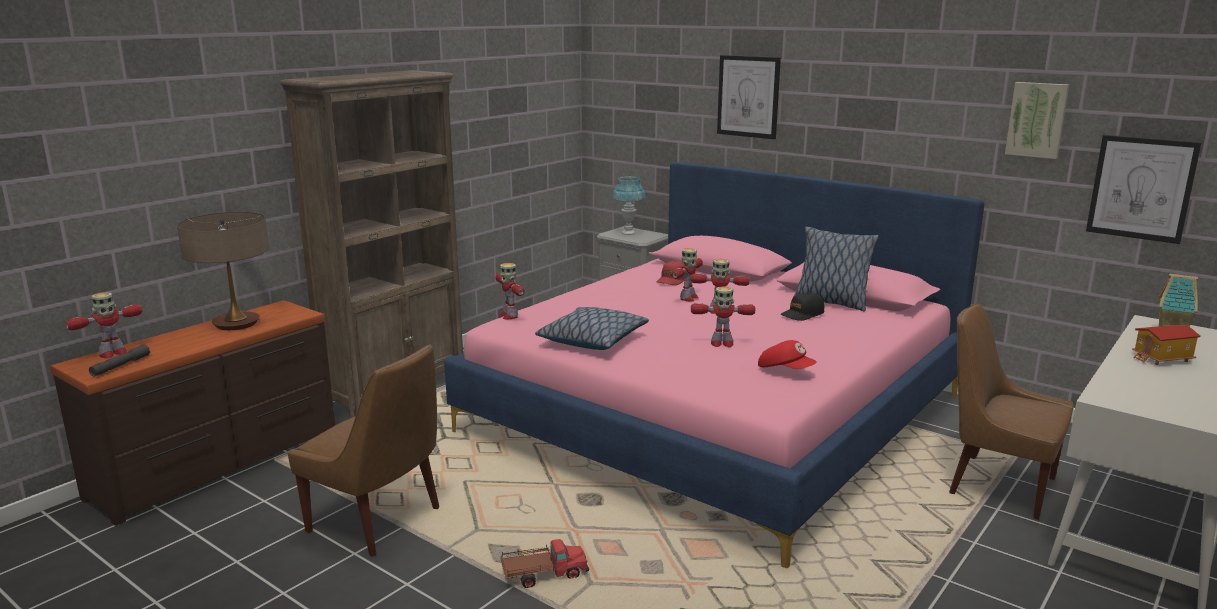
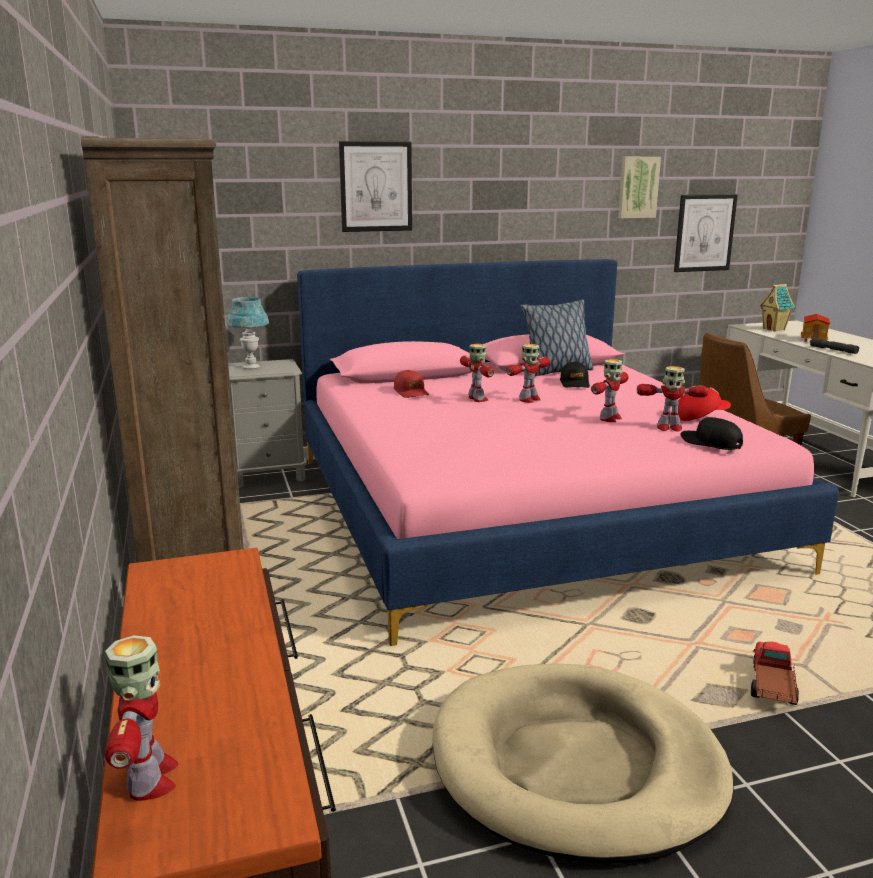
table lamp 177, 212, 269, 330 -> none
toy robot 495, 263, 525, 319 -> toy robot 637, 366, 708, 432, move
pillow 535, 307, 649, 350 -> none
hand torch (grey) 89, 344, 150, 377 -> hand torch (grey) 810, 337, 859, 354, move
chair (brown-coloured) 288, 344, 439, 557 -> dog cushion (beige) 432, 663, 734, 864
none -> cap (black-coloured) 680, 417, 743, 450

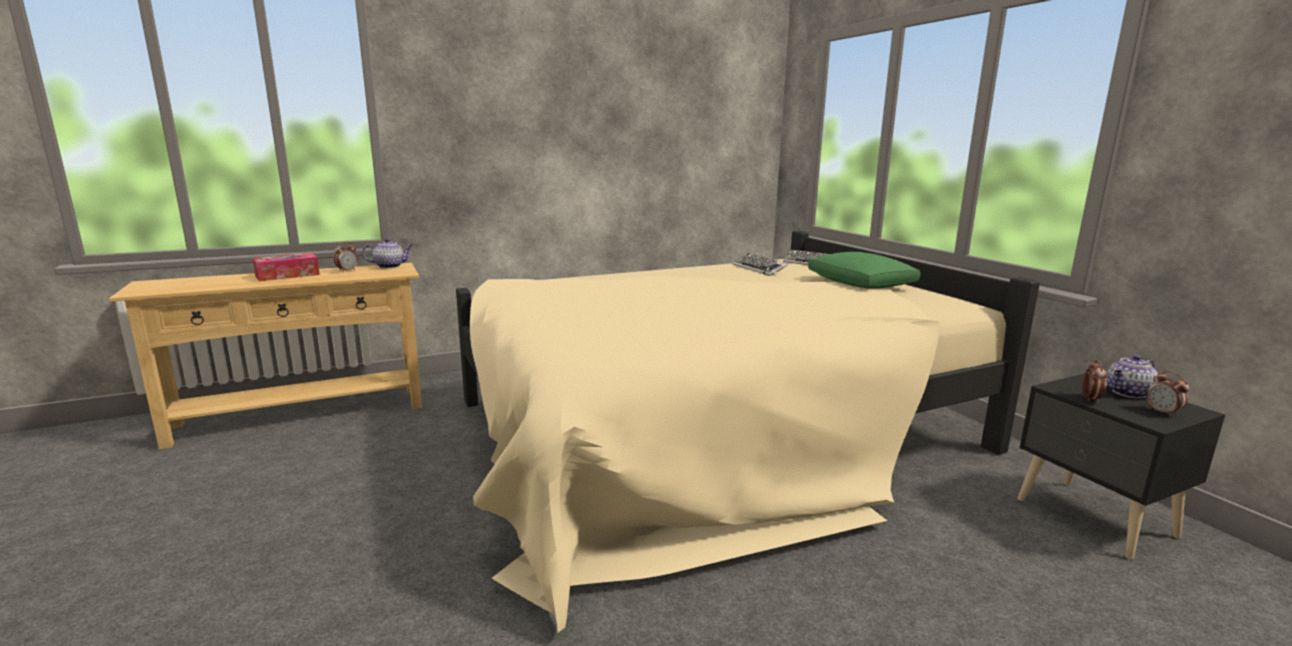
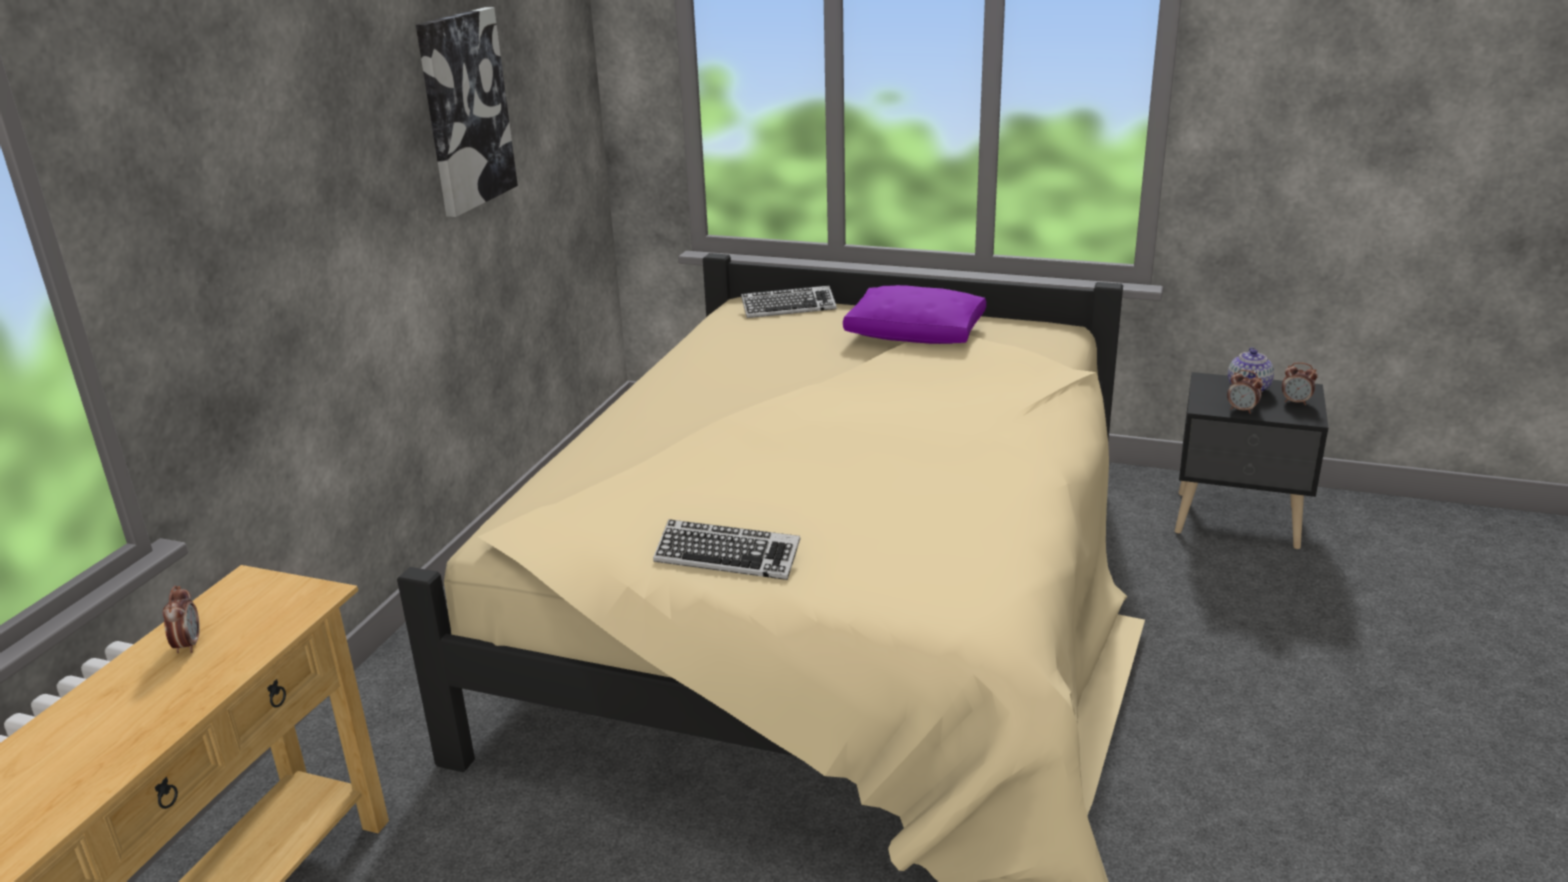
teapot 362, 238, 413, 268 -> none
pillow (green-coloured) 808, 252, 920, 289 -> pillow (purple-coloured) 843, 285, 986, 344
box of tissues 252, 253, 320, 281 -> none
computer keyboard 733, 253, 788, 276 -> computer keyboard 653, 519, 801, 580, move
table clock 1082, 360, 1107, 403 -> table clock 1227, 370, 1263, 414, 150 degrees clockwise
none -> picture 416, 7, 518, 217

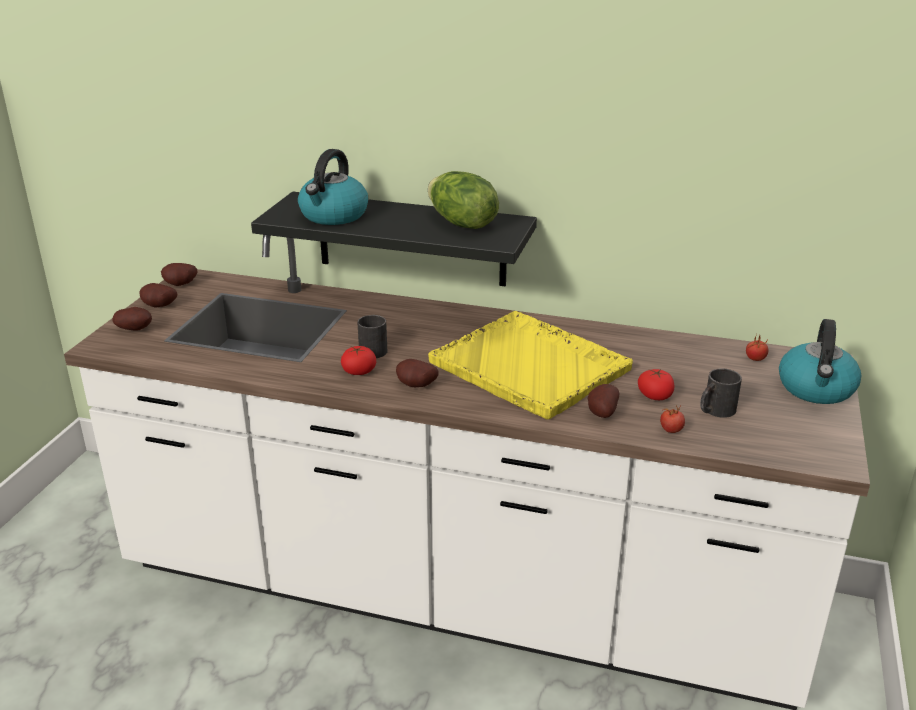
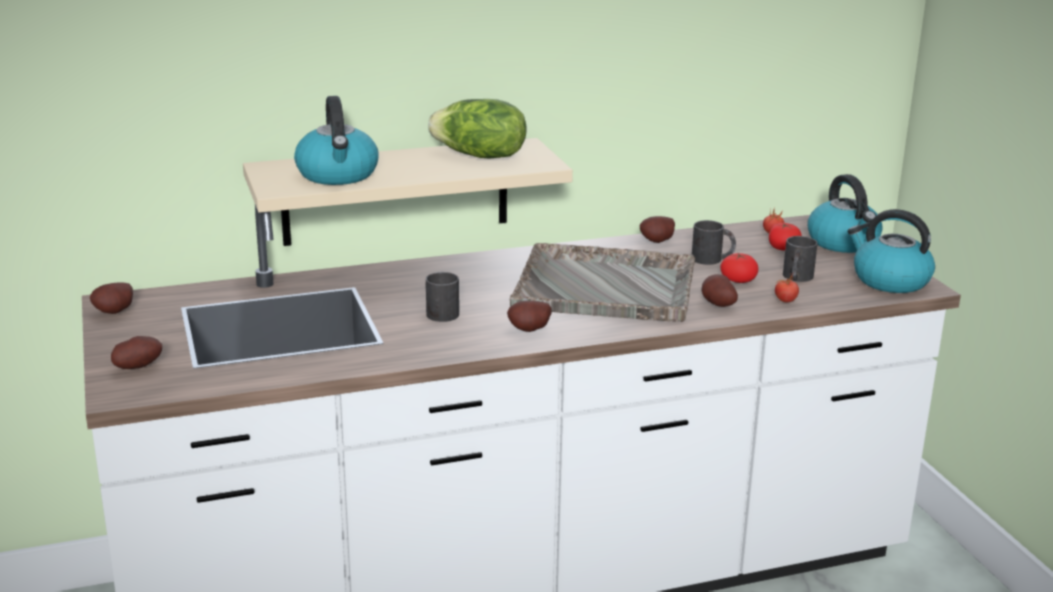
wall shelf (black-coloured) 251, 192, 537, 286 -> wall shelf (beige) 243, 138, 573, 246
potato 139, 283, 177, 308 -> potato 640, 216, 675, 243, move
serving tray (yellow) 428, 311, 633, 420 -> serving tray (grey) 510, 243, 695, 322
whole tomato 341, 346, 376, 375 -> whole tomato 769, 222, 802, 250, move
none -> kettle 848, 209, 935, 293
none -> mug (black-coloured) 692, 220, 736, 265

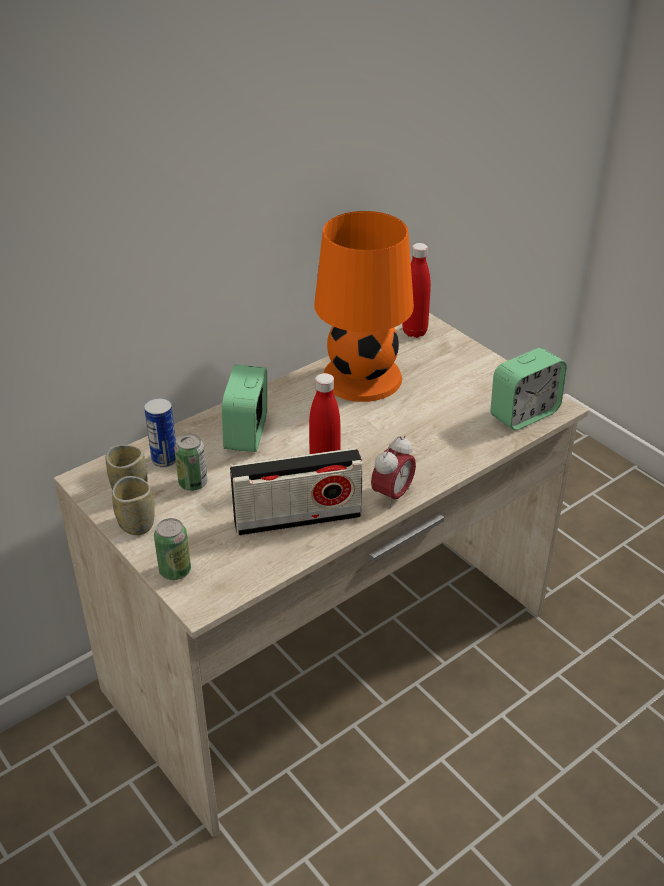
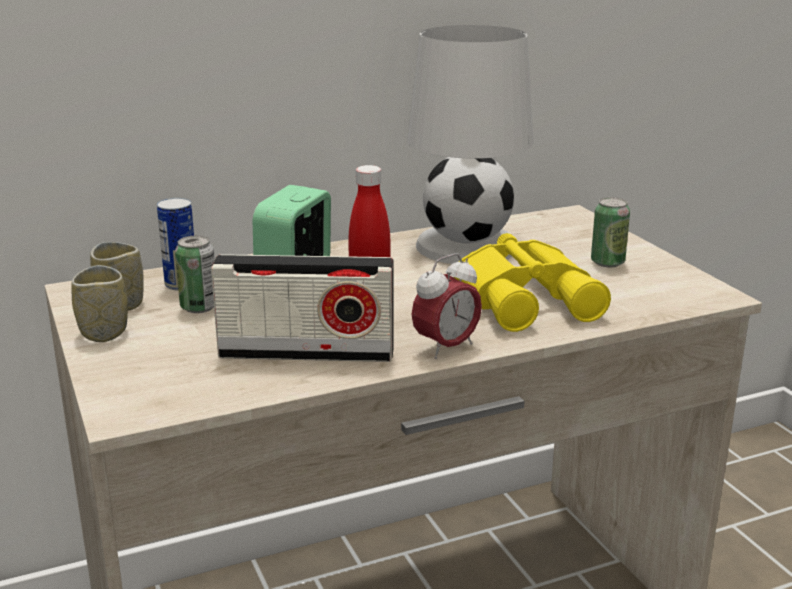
table lamp (orange-coloured) 314, 211, 414, 402 -> table lamp (whitish) 407, 25, 534, 264
beverage bottle (red-coloured) 402, 243, 431, 338 -> none
table clock 490, 348, 567, 430 -> none
can 154, 518, 191, 580 -> can 591, 197, 630, 267, move
none -> binoculars (yellow) 454, 233, 611, 332

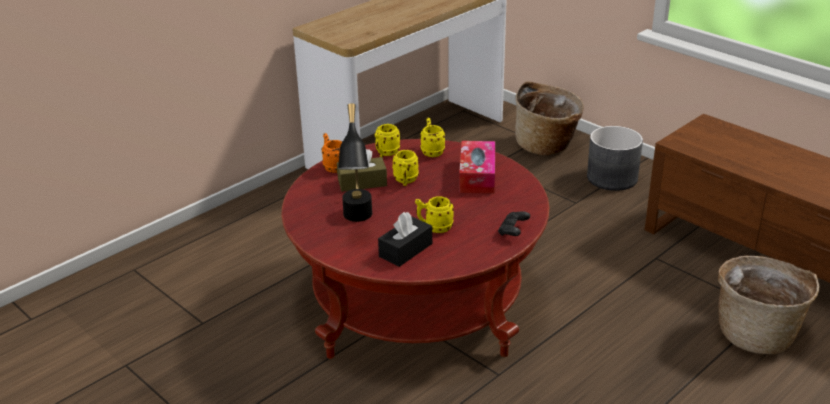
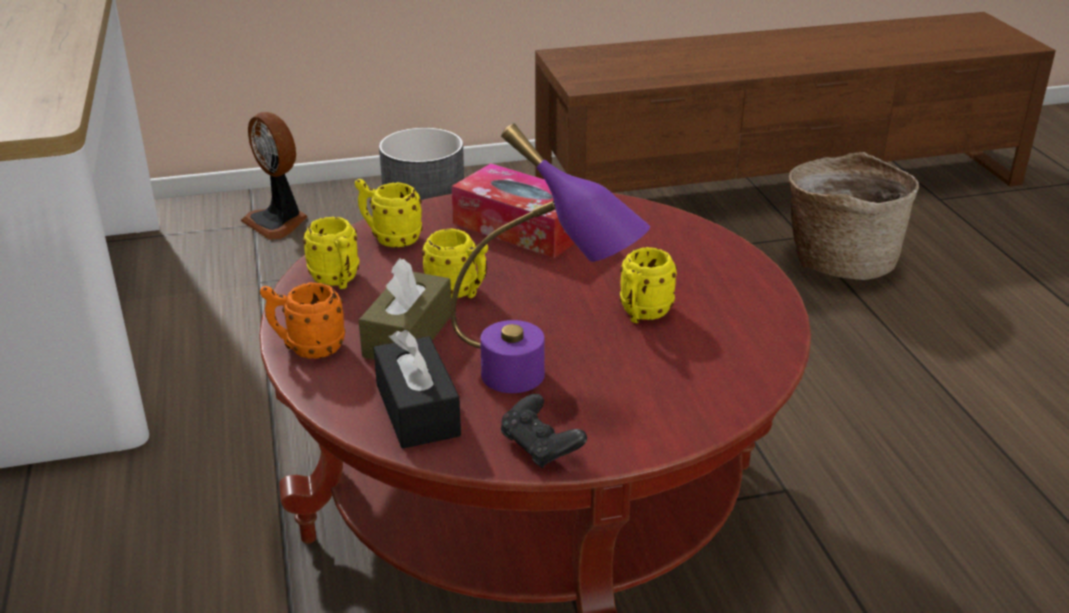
storage basket 515, 81, 584, 155 -> fan 241, 112, 308, 240
table lamp (black-coloured) 338, 103, 372, 222 -> table lamp (purple-coloured) 450, 123, 650, 393
gamepad (black-coloured) 498, 211, 530, 236 -> gamepad (black-coloured) 501, 394, 587, 468, move
box of tissues (black-coloured) 378, 212, 432, 267 -> box of tissues (black-coloured) 373, 330, 461, 448, move

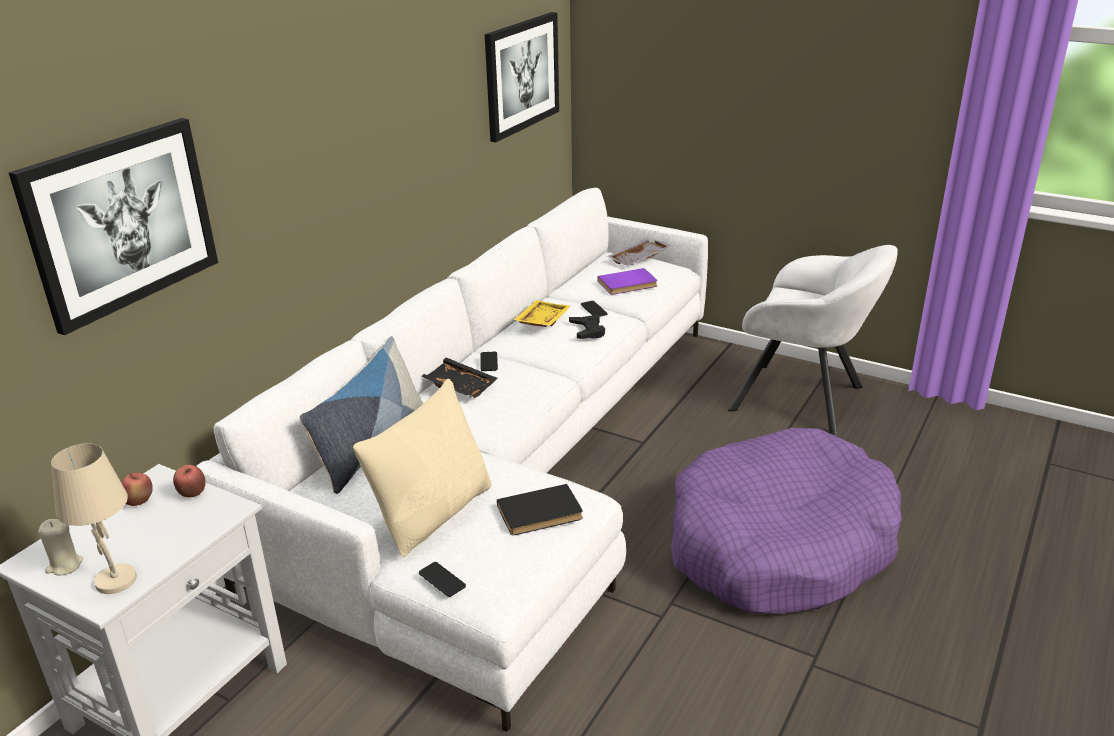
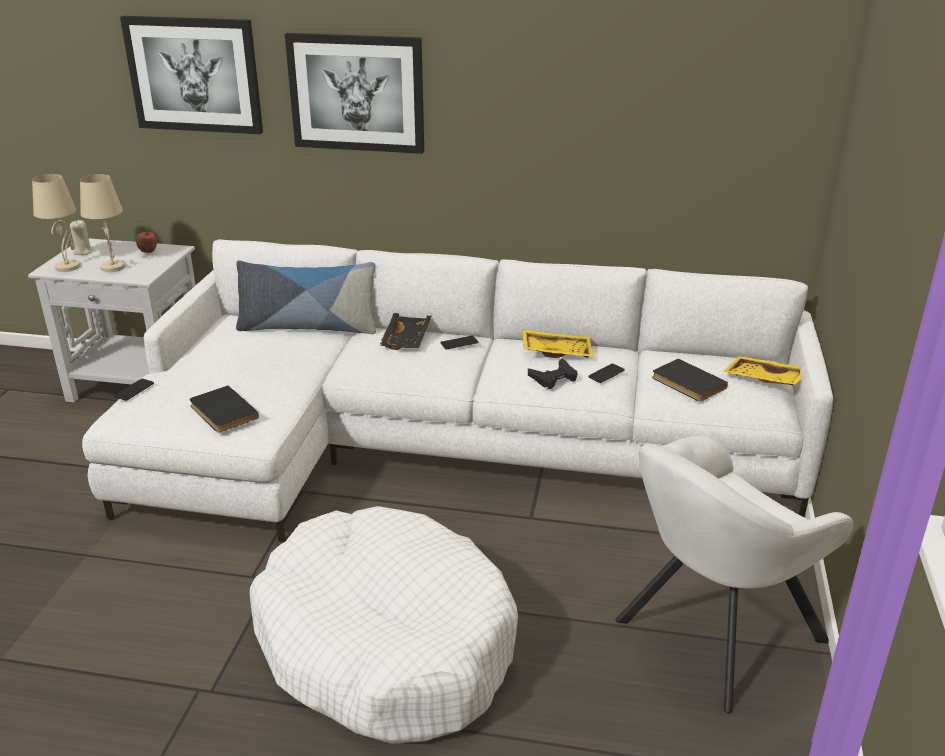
picture 485, 12, 559, 142 -> picture 285, 33, 424, 154, move
serving tray (grey) 607, 239, 672, 266 -> serving tray (yellow) 723, 356, 802, 385
armchair (whitish) 728, 245, 898, 437 -> armchair (whitish) 616, 436, 853, 713, 45 degrees clockwise
book (purple-coloured) 598, 268, 657, 295 -> book (black-coloured) 652, 359, 728, 402
pillow (beige) 353, 379, 492, 557 -> none
dog cushion (purple-coloured) 671, 428, 902, 614 -> dog cushion (whitish) 250, 506, 518, 744
whole apple 173, 465, 206, 497 -> none
none -> table lamp (beige) 80, 174, 126, 272

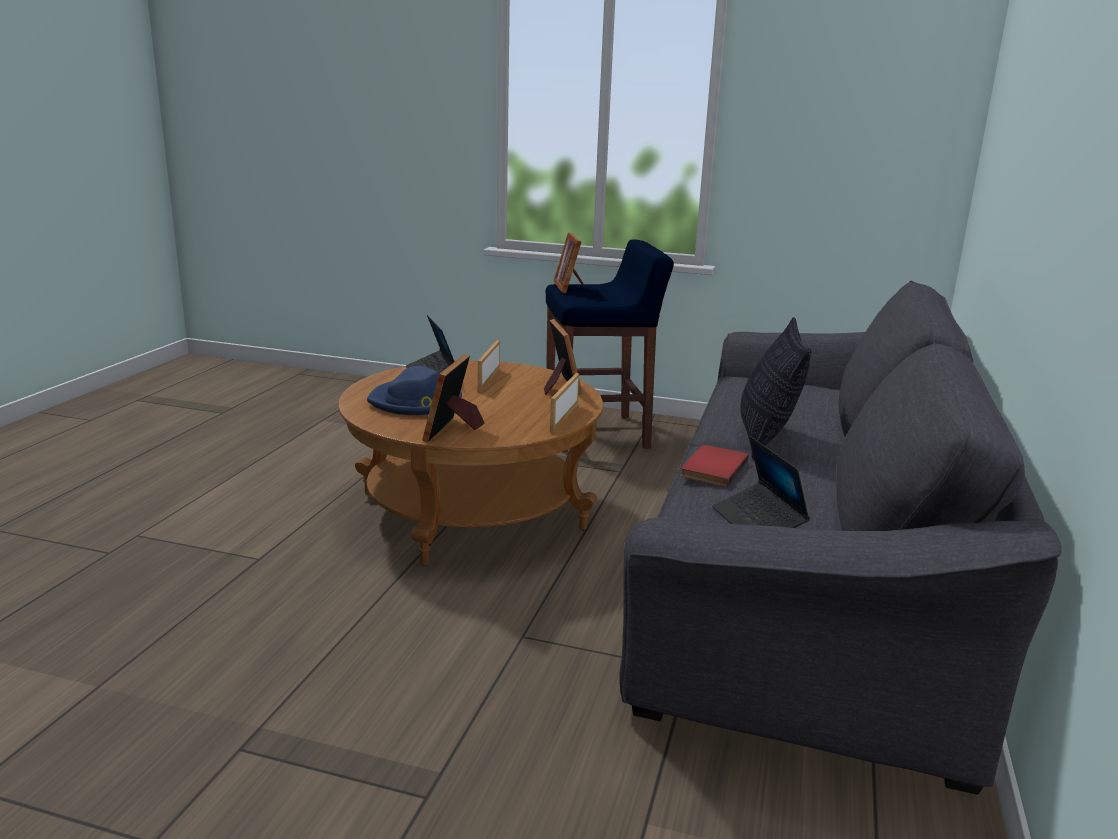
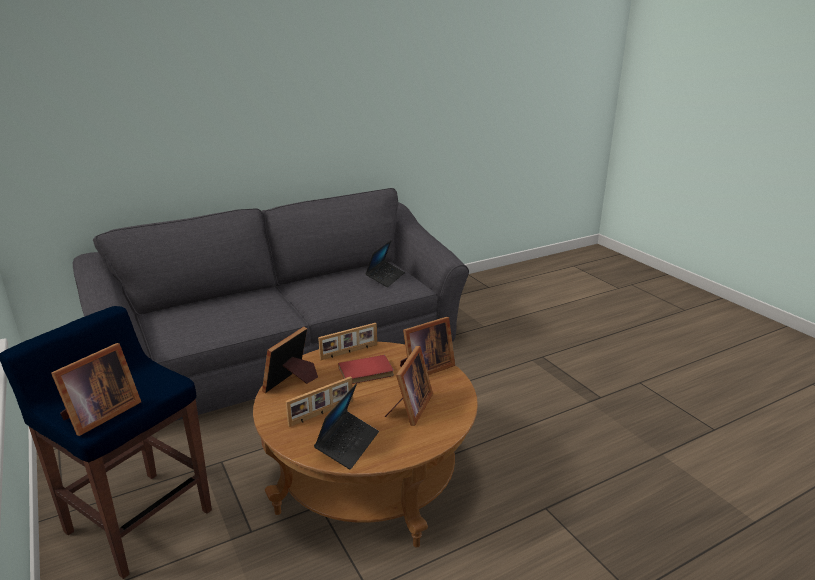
pillow 740, 317, 812, 460 -> none
wearable hat (bluish) 367, 366, 462, 415 -> picture frame 385, 346, 433, 426
book (red-coloured) 680, 445, 749, 487 -> book (red-coloured) 338, 355, 394, 384, move

